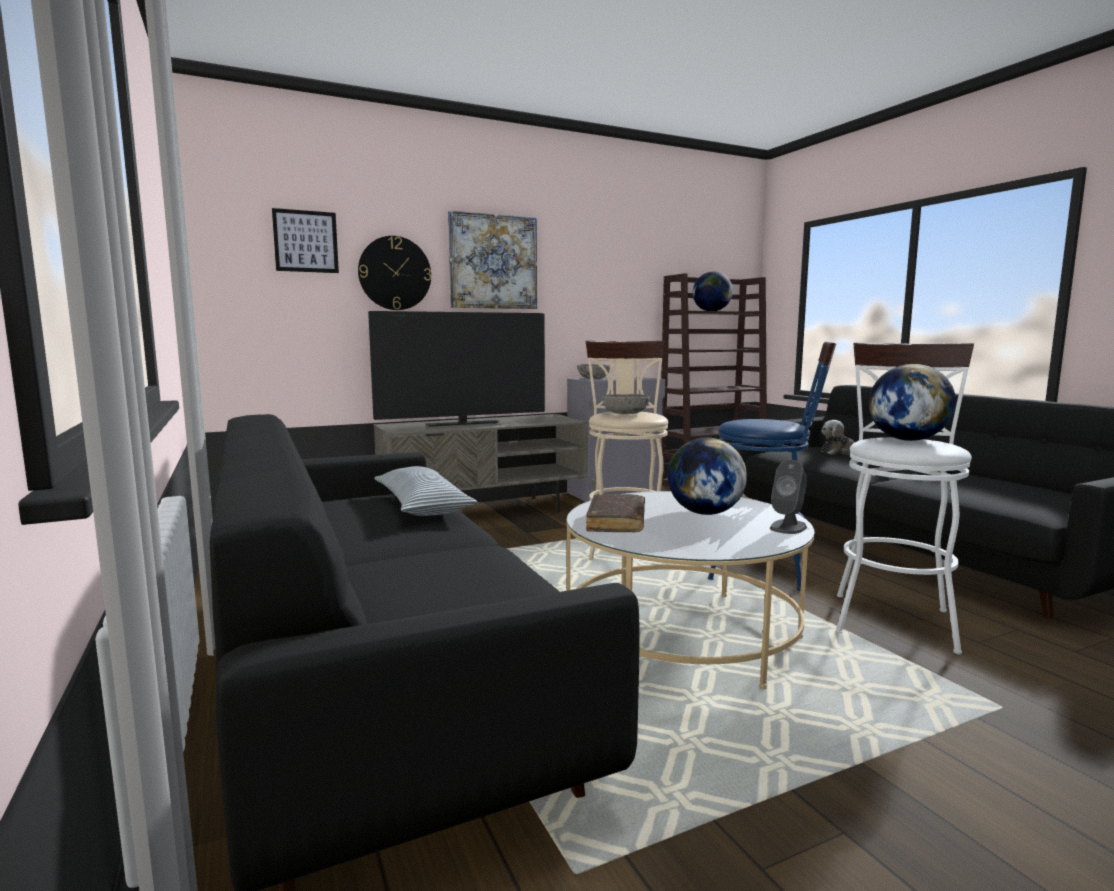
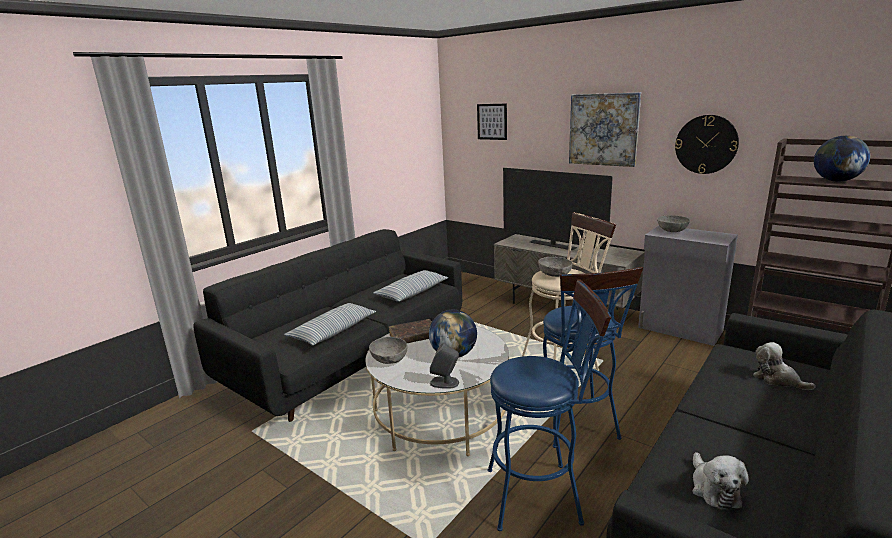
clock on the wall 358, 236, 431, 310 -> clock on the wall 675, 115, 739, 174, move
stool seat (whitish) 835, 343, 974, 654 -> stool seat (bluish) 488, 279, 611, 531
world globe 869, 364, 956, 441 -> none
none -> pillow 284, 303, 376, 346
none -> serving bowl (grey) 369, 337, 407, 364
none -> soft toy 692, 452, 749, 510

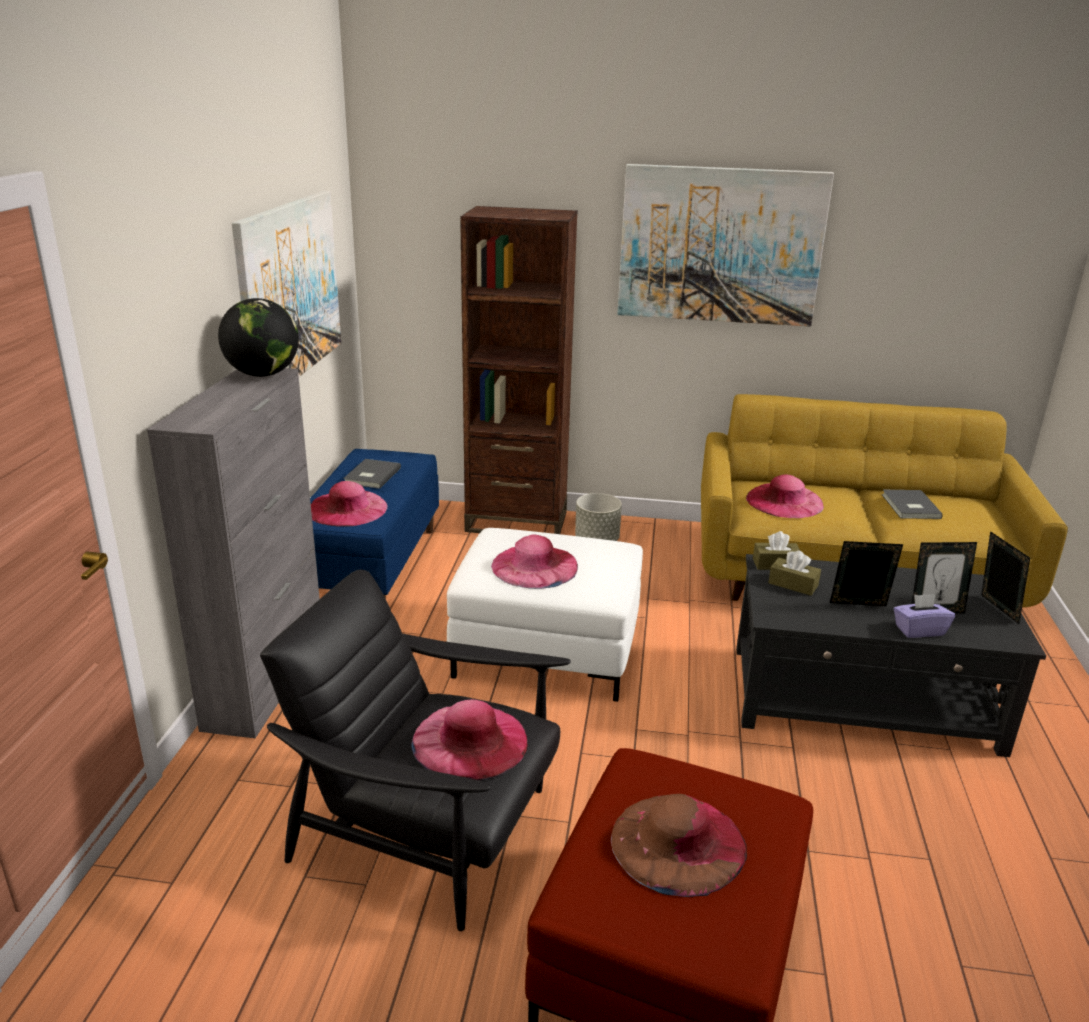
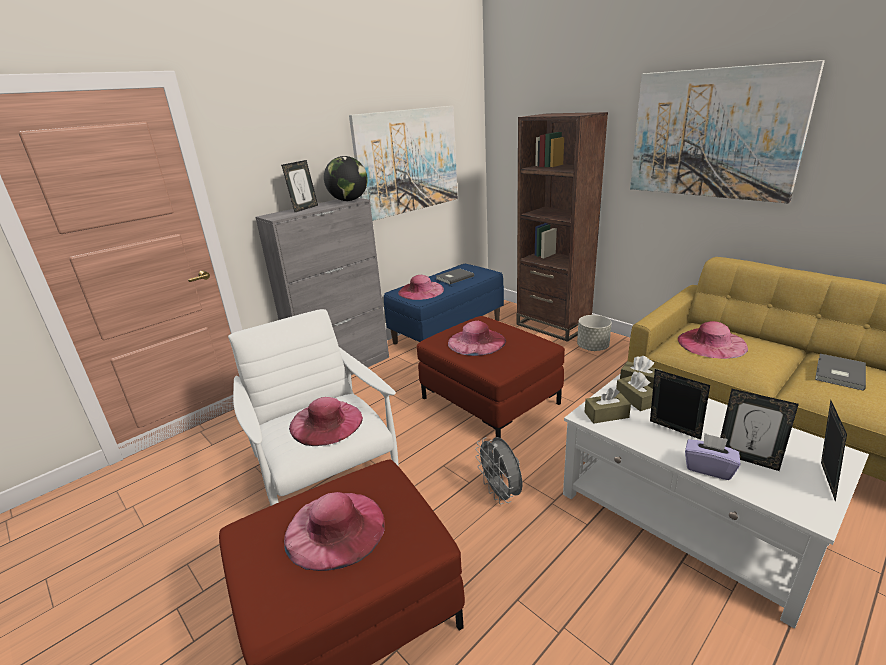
pouffe (whitish) 447, 528, 643, 702 -> pouffe (red-coloured) 417, 316, 565, 438
coffee table (black-coloured) 736, 554, 1046, 757 -> coffee table (whitish) 563, 374, 869, 629
armchair (black-coloured) 260, 570, 571, 931 -> armchair (whitish) 228, 309, 399, 506
wearable hat (brown-coloured) 611, 794, 747, 897 -> wearable hat (pink) 284, 492, 385, 571
none -> picture frame 281, 160, 318, 212
none -> box of tissues (brown-coloured) 585, 388, 631, 424
none -> fan (grey) 475, 437, 522, 504

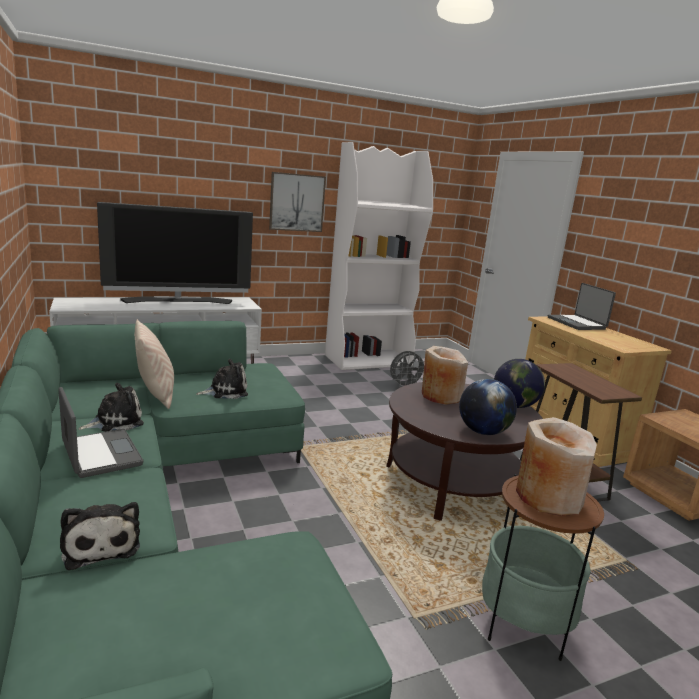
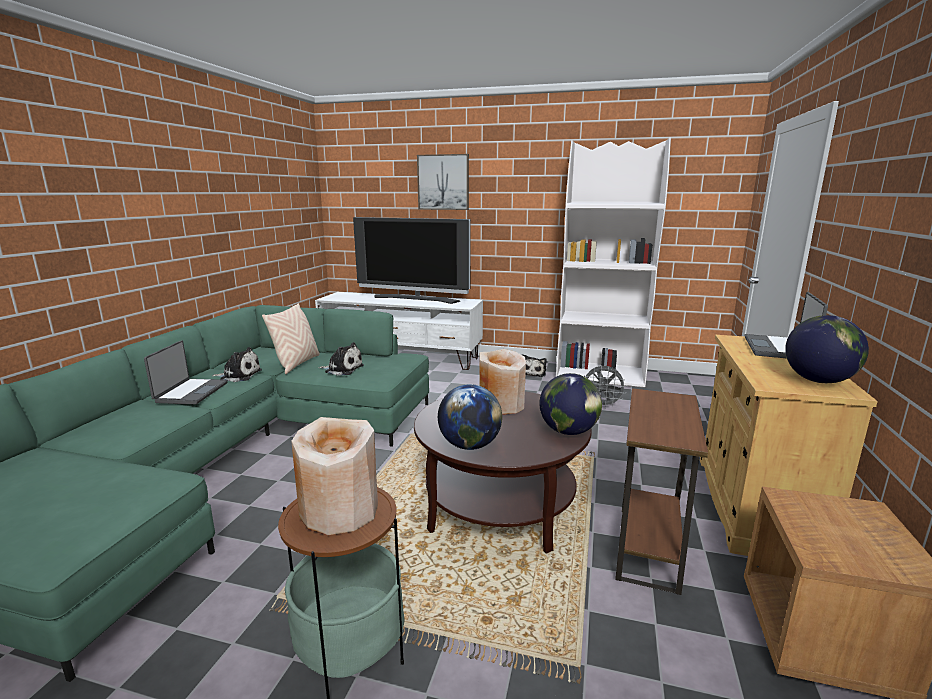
picture 269, 172, 326, 232 -> picture 417, 154, 469, 210, move
soft toy 60, 502, 140, 570 -> soft toy 522, 354, 547, 377, move
none -> world globe 785, 315, 869, 383

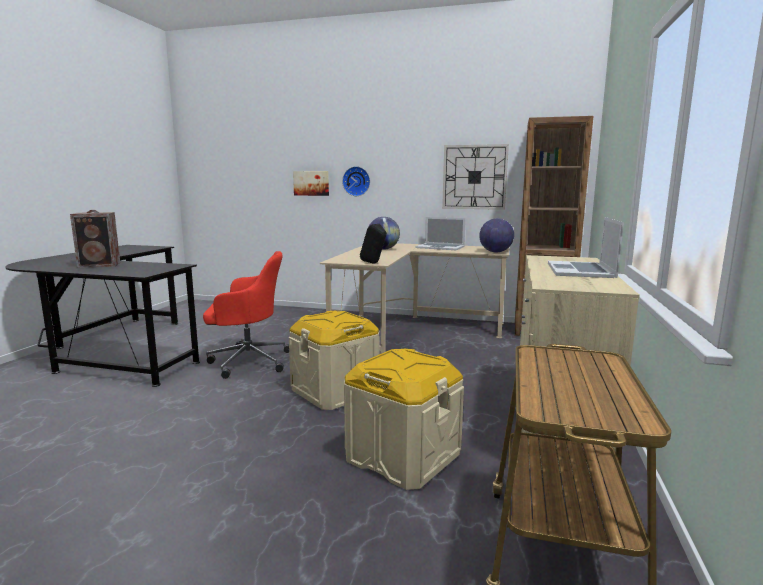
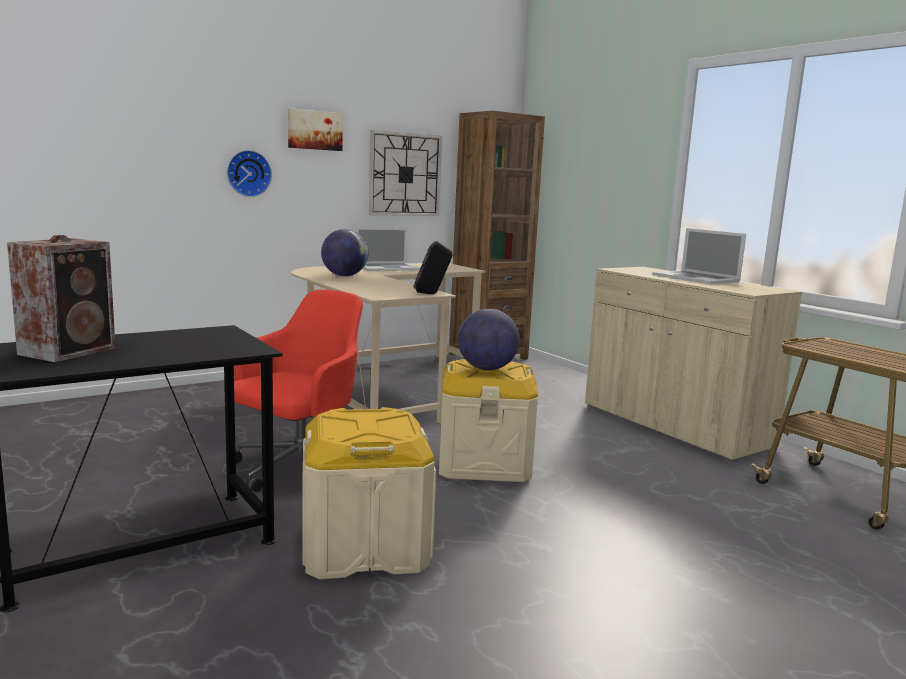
picture 293, 171, 329, 196 -> picture 288, 108, 343, 151, move
world globe 479, 218, 514, 252 -> world globe 458, 309, 520, 370, move
storage bin (beige) 344, 349, 464, 490 -> storage bin (beige) 303, 407, 437, 579, move

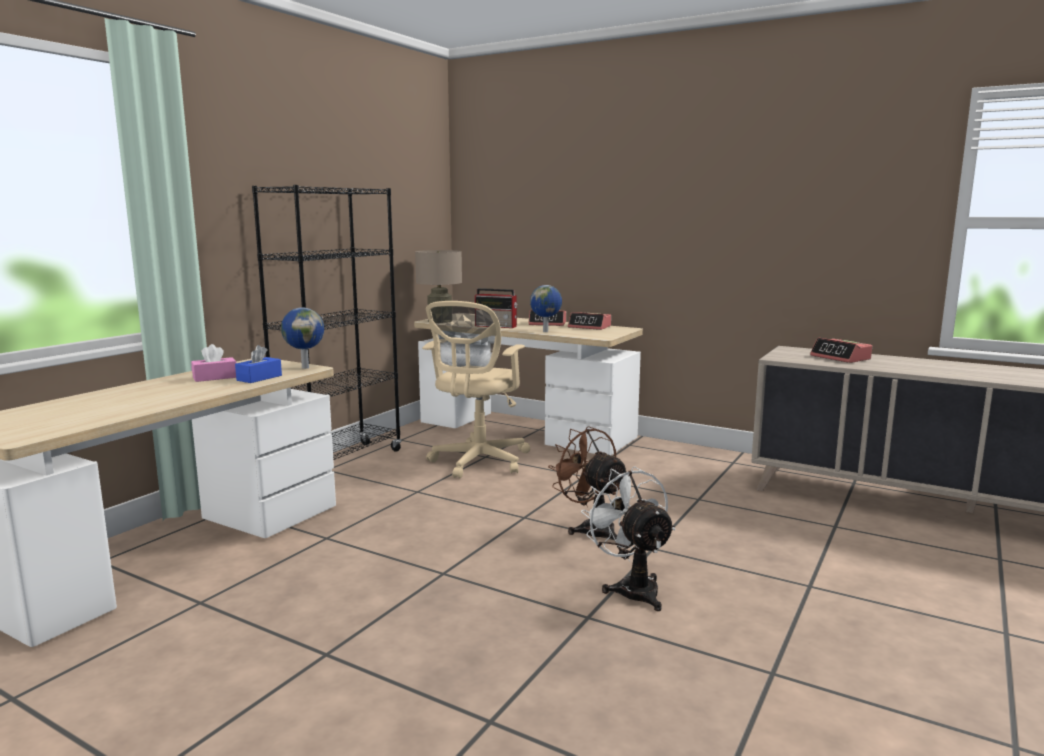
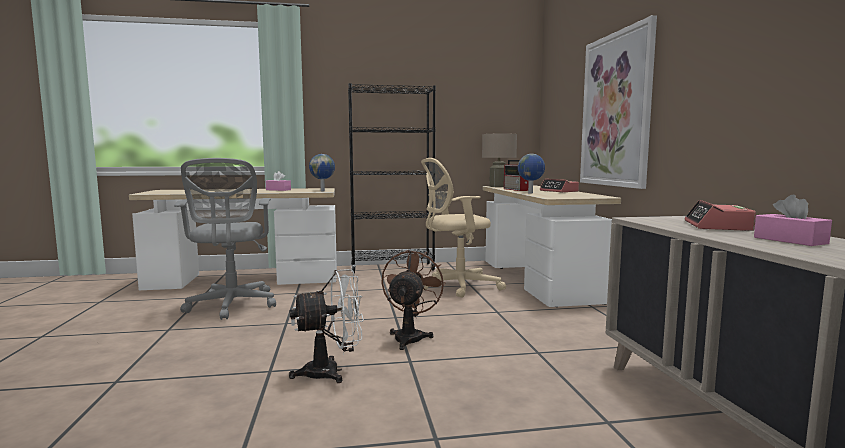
table clock 568, 312, 611, 330 -> none
box of tissues (bluish) 235, 345, 282, 383 -> none
fan (whitish) 581, 466, 676, 611 -> fan (whitish) 289, 269, 364, 383, 45 degrees clockwise
none -> picture 580, 15, 657, 189
none -> office chair (grey) 174, 158, 276, 320
none -> box of tissues (pink) 754, 195, 832, 246

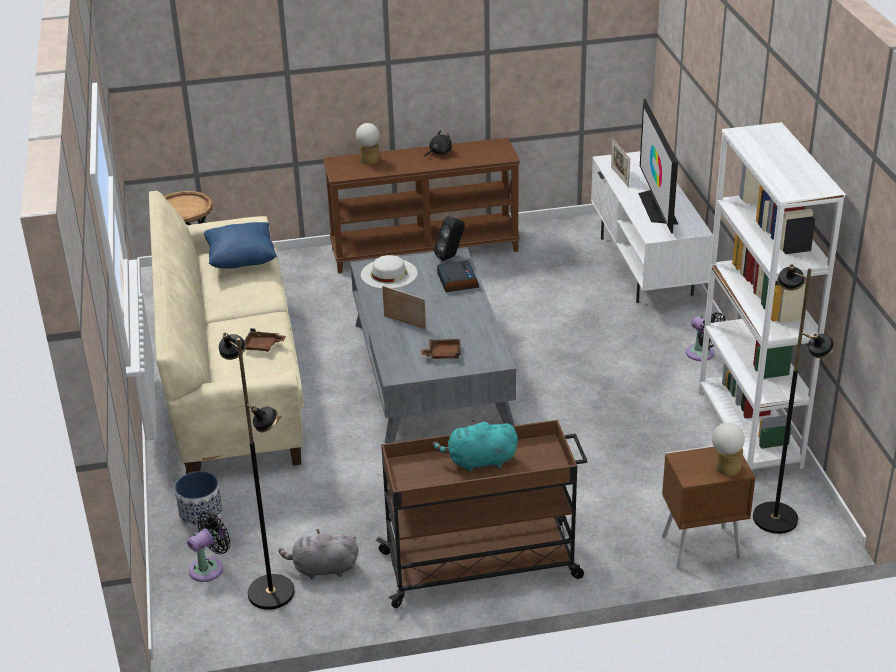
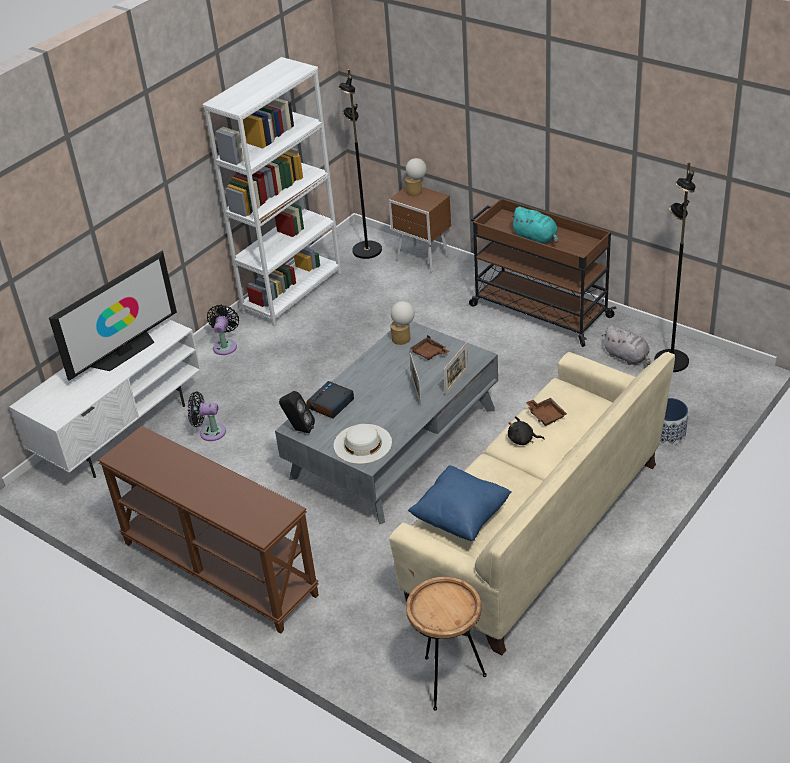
table lamp 356, 123, 380, 165 -> table lamp 391, 301, 415, 345, move
soft toy (black-coloured) 424, 130, 452, 157 -> soft toy (black-coloured) 508, 416, 545, 445, move
picture frame 611, 139, 630, 187 -> picture frame 444, 342, 468, 396, move
fan (black-coloured) 187, 512, 230, 582 -> fan (black-coloured) 188, 392, 226, 441, move

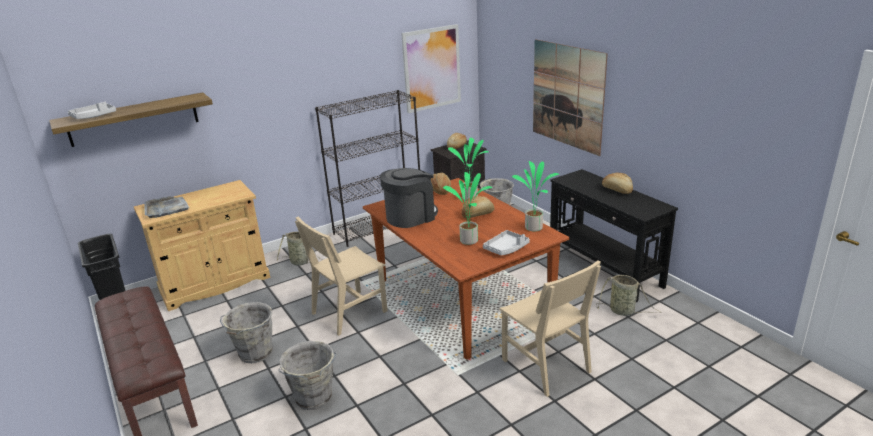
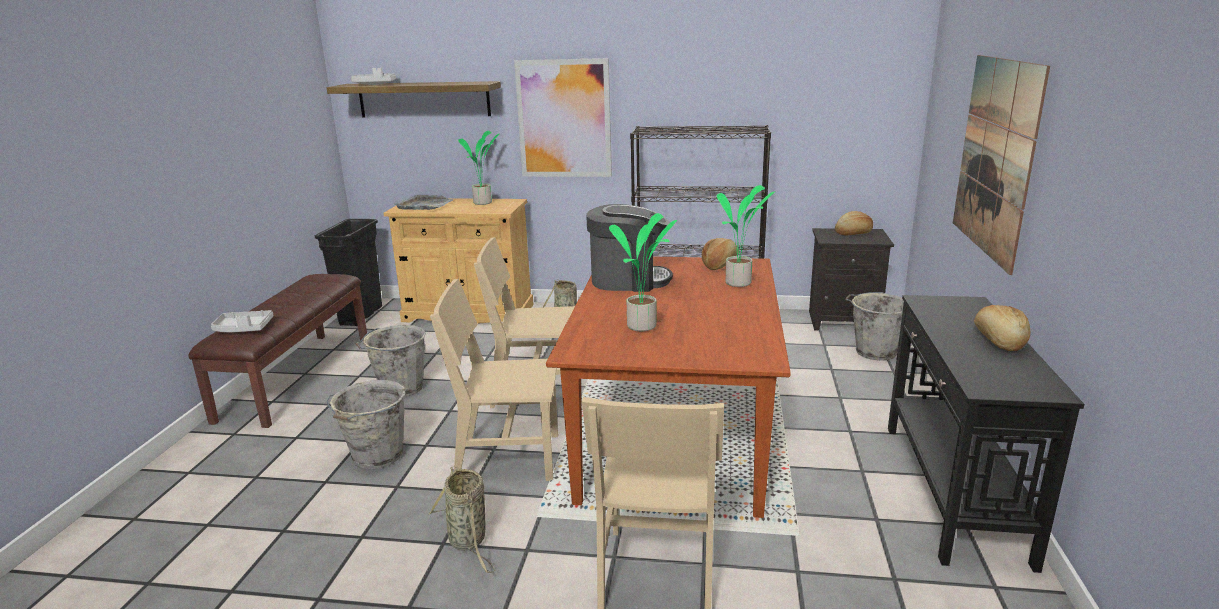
picture 401, 24, 461, 113 -> picture 514, 58, 612, 177, move
plant in a pot 512, 161, 559, 232 -> plant in a pot 458, 131, 500, 205, move
bread 462, 196, 494, 219 -> none
serving tray (grey) 483, 230, 530, 255 -> serving tray (grey) 211, 310, 274, 332, move
storage basket 596, 275, 662, 316 -> storage basket 428, 466, 495, 573, move
none -> chair (beige) 430, 279, 558, 481

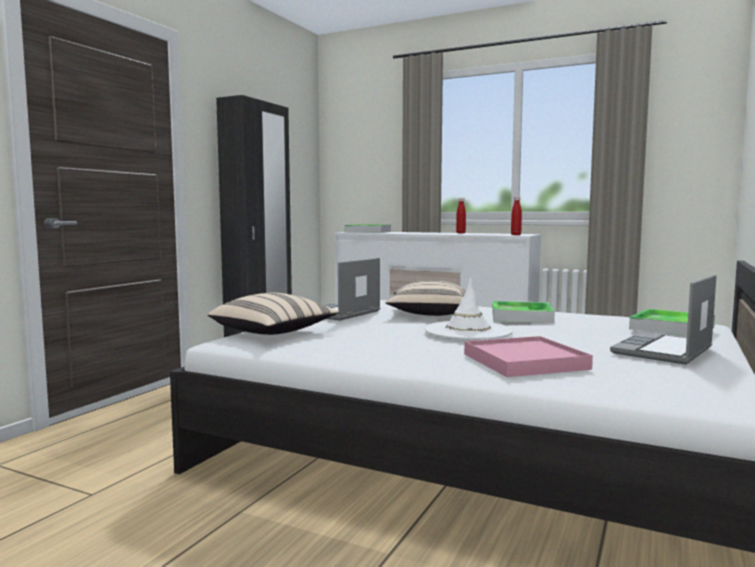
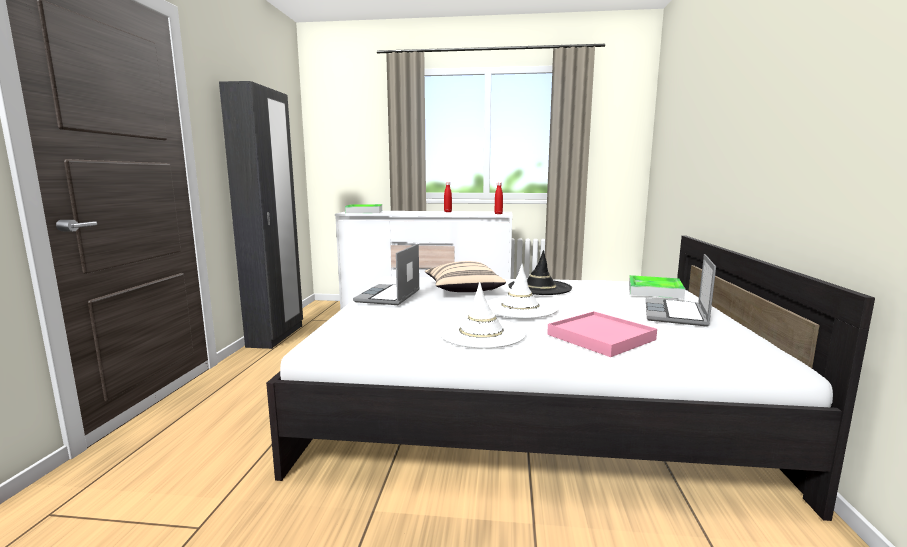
pillow (beige) 208, 293, 339, 335 -> none
serving tray 492, 301, 555, 323 -> wearable hat (black-coloured) 508, 250, 572, 295
none -> wearable hat (whitish) 438, 282, 526, 348

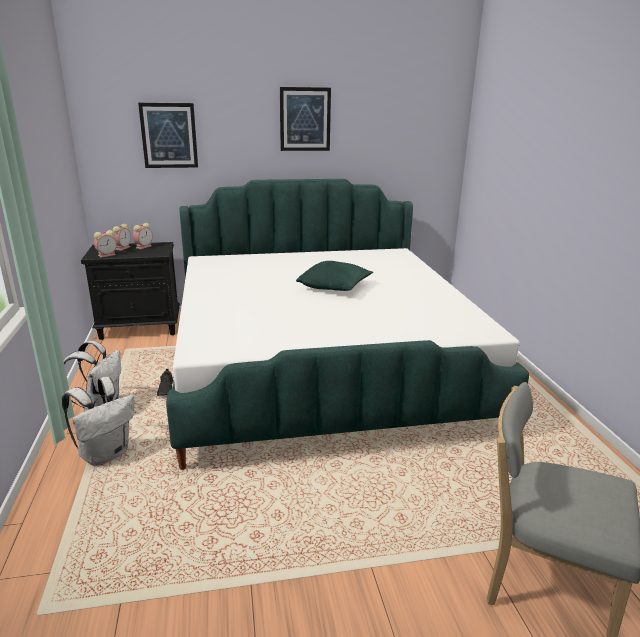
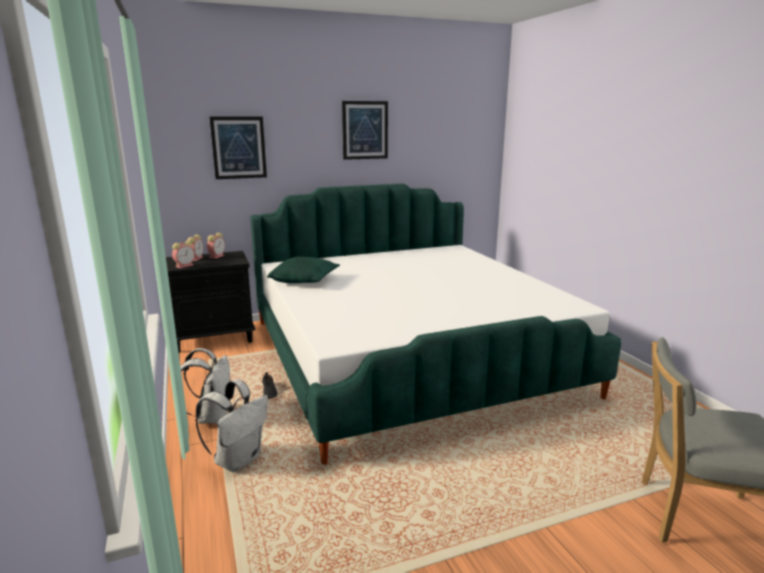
pillow (green-coloured) 296, 261, 373, 291 -> pillow (green-coloured) 267, 257, 340, 283, move

